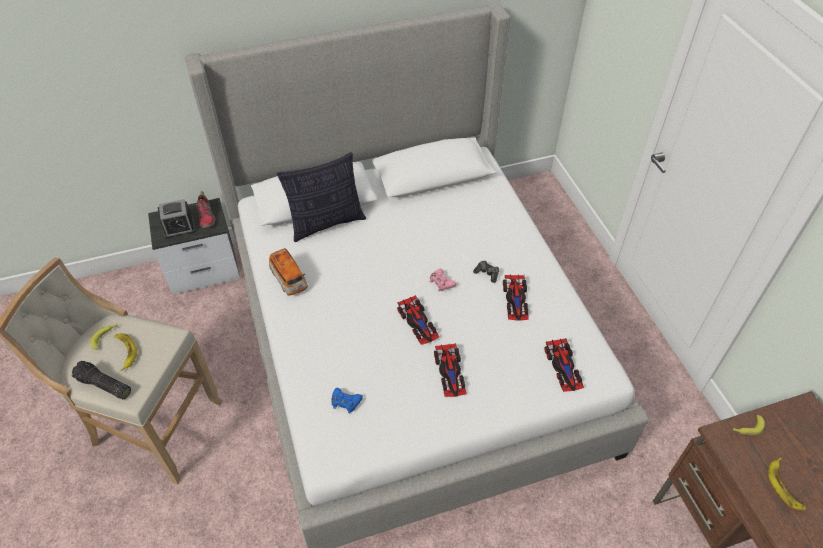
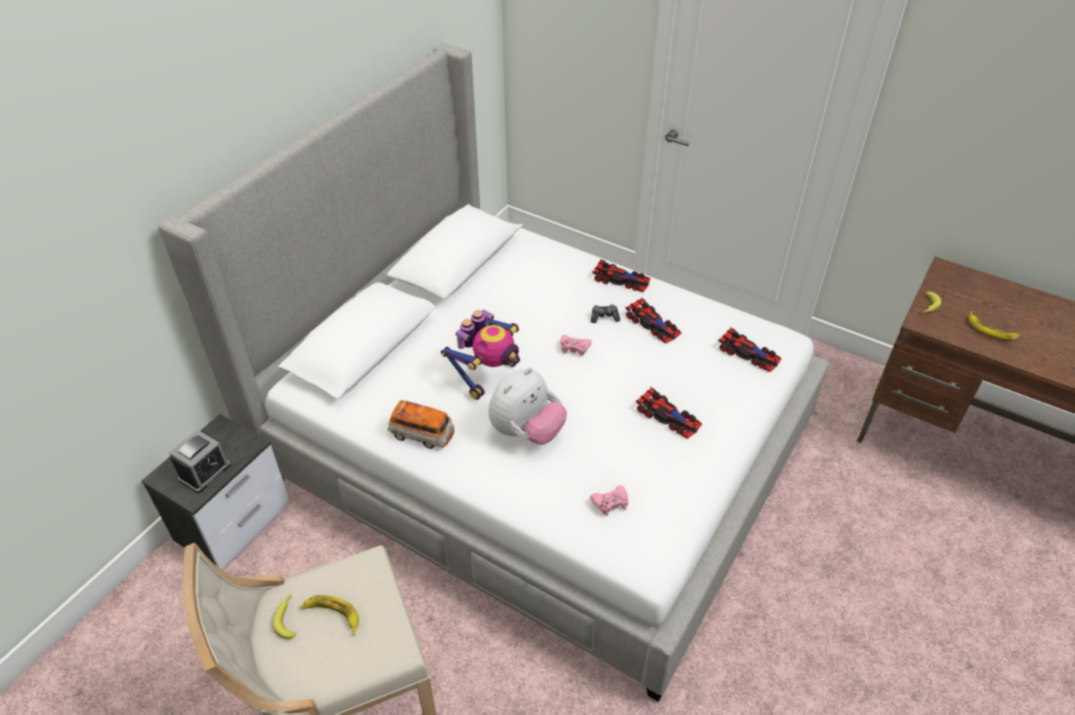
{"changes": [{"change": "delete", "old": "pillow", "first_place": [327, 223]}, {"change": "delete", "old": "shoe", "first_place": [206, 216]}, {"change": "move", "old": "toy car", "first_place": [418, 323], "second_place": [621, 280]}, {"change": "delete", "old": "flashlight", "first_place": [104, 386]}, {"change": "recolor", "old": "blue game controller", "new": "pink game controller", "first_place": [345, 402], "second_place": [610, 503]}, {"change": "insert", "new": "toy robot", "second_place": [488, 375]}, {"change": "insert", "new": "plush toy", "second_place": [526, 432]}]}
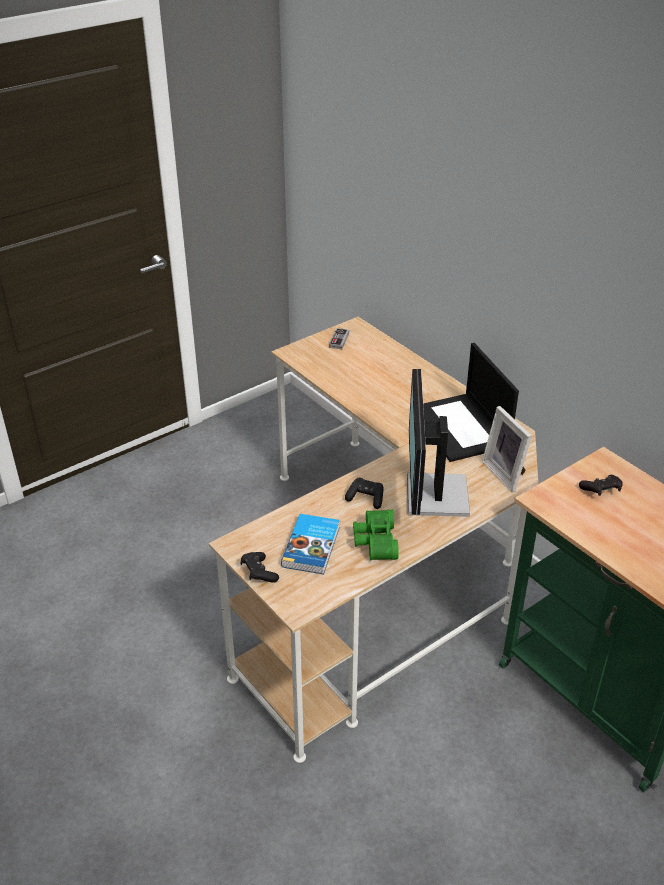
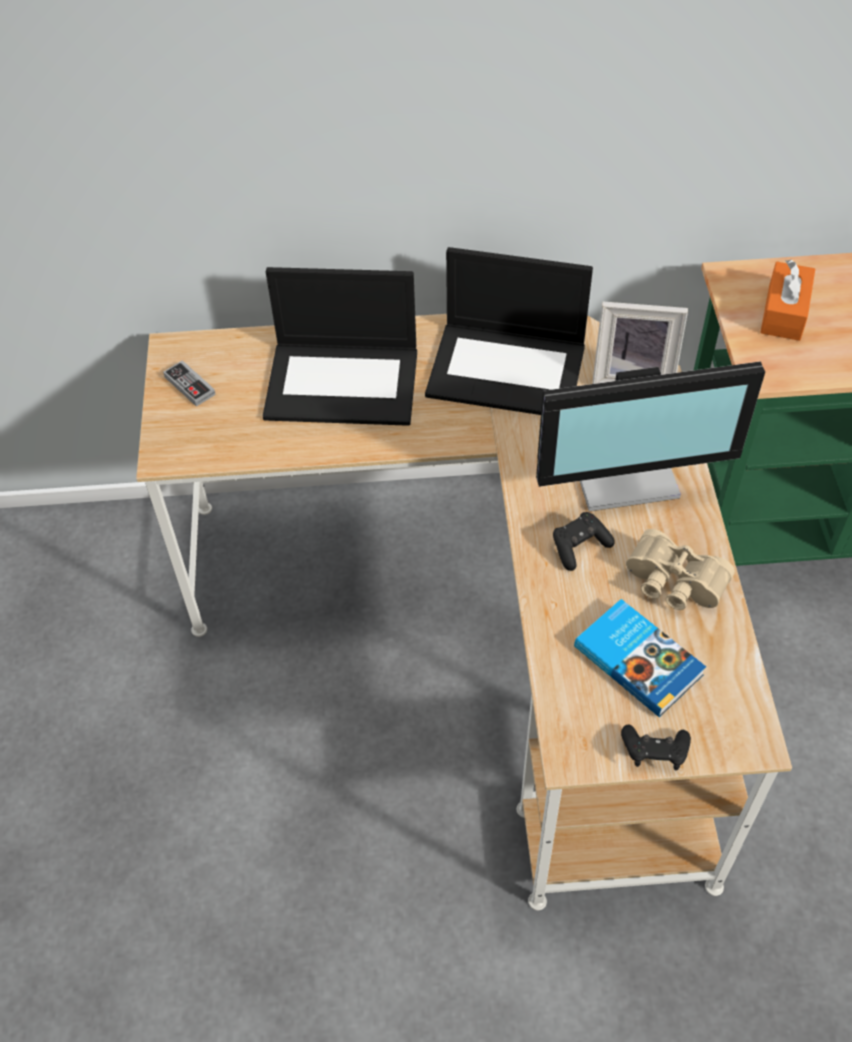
{"changes": [{"change": "rotate", "old": "monitor", "first_place": [433, 496], "second_place": [625, 473], "degrees": -45}, {"change": "replace", "old": "black game controller", "new": "orange tissue box", "first_place": [601, 491], "second_place": [784, 312]}, {"change": "recolor", "old": "green binoculars", "new": "beige binoculars", "first_place": [374, 541], "second_place": [673, 584]}, {"change": "insert", "new": "laptop", "second_place": [344, 382]}]}
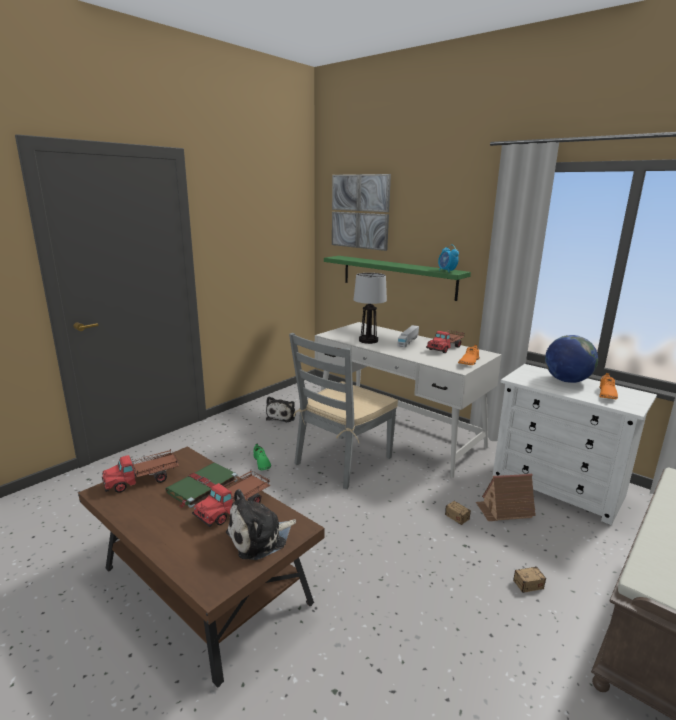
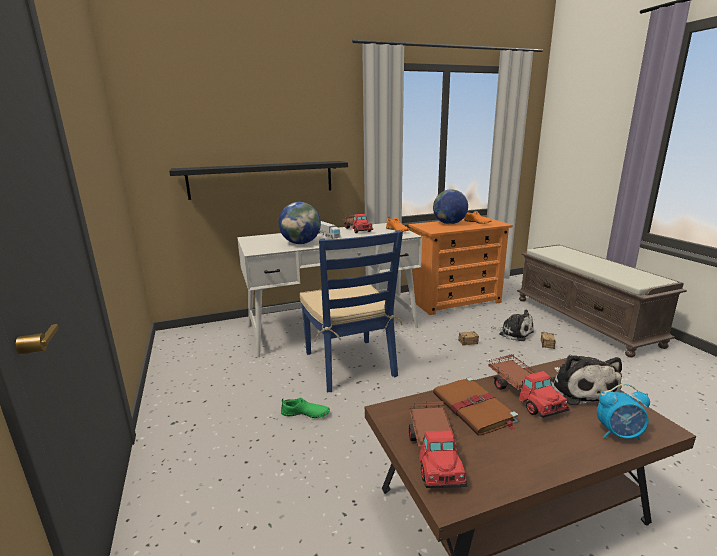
{"changes": [{"change": "delete", "old": "picture", "first_place": [360, 211]}, {"change": "move", "old": "alarm clock", "first_place": [447, 271], "second_place": [618, 434]}, {"change": "recolor", "old": "green shelf", "new": "black shelf", "first_place": [397, 277], "second_place": [262, 179]}, {"change": "replace", "old": "table lamp", "new": "globe", "first_place": [368, 340], "second_place": [301, 243]}, {"change": "recolor", "old": "grey chair", "new": "blue chair", "first_place": [343, 461], "second_place": [350, 364]}, {"change": "recolor", "old": "white dresser", "new": "orange dresser", "first_place": [558, 487], "second_place": [455, 301]}, {"change": "move", "old": "plush toy", "first_place": [282, 416], "second_place": [514, 333]}, {"change": "recolor", "old": "green book", "new": "brown book", "first_place": [202, 487], "second_place": [474, 408]}, {"change": "delete", "old": "toy house", "first_place": [504, 510]}]}
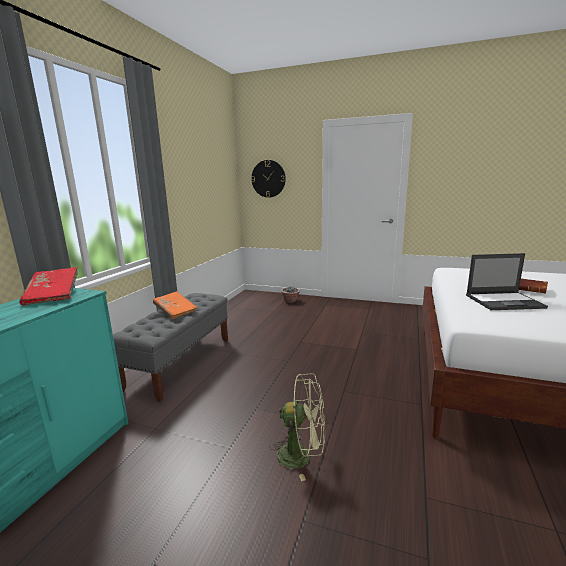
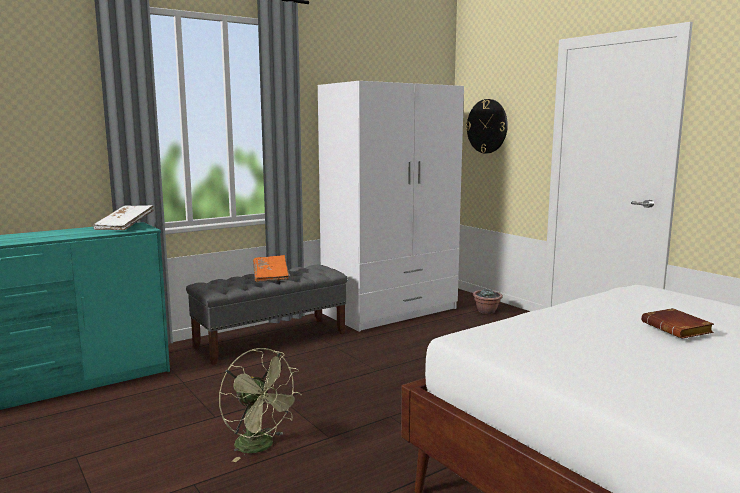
{"changes": [{"change": "delete", "old": "laptop", "first_place": [505, 301]}, {"change": "recolor", "old": "red book", "new": "white book", "first_place": [53, 295], "second_place": [125, 227]}, {"change": "insert", "new": "white wardrobe", "second_place": [391, 311]}]}
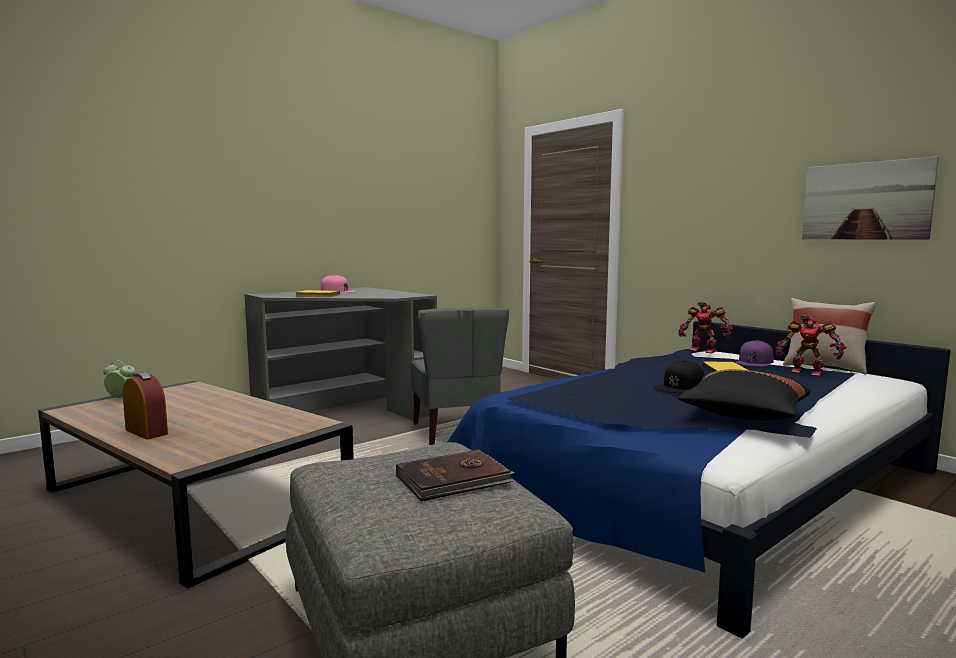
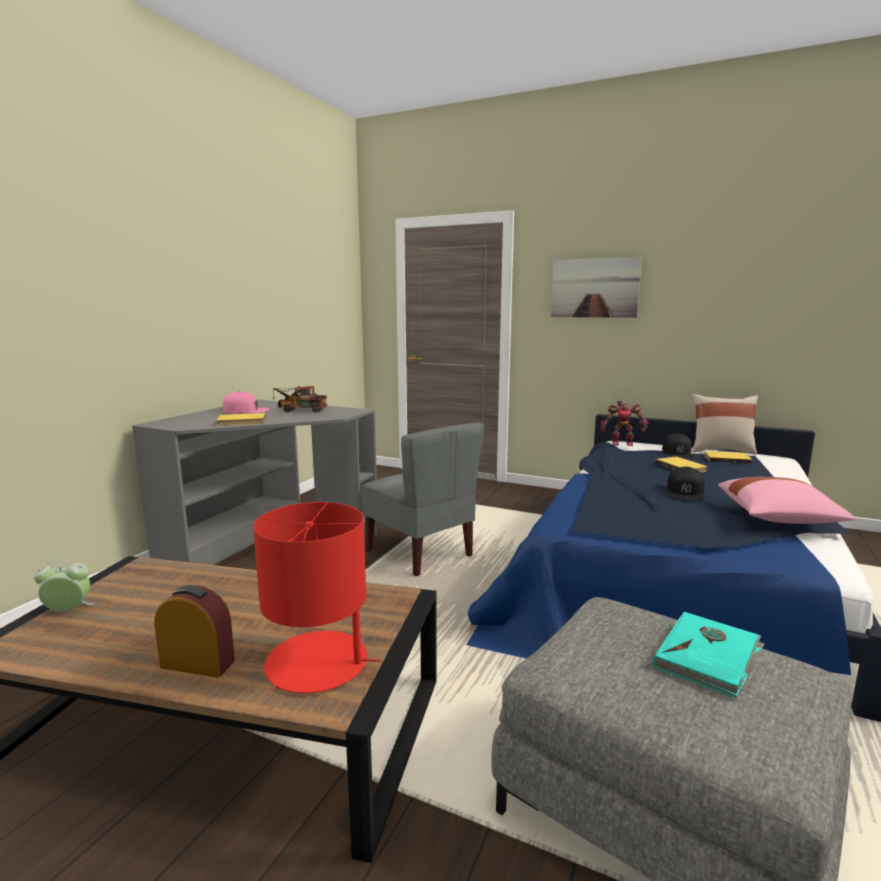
{"changes": [{"change": "move", "old": "picture", "first_place": [865, 201], "second_place": [594, 288]}, {"change": "replace", "old": "toy robot", "new": "yellow book", "first_place": [807, 372], "second_place": [726, 459]}, {"change": "recolor", "old": "purple cap", "new": "black cap", "first_place": [754, 362], "second_place": [677, 452]}, {"change": "recolor", "old": "black pillow", "new": "pink pillow", "first_place": [743, 416], "second_place": [778, 518]}, {"change": "recolor", "old": "brown book", "new": "turquoise book", "first_place": [454, 480], "second_place": [709, 656]}, {"change": "insert", "new": "toy truck", "second_place": [299, 410]}, {"change": "insert", "new": "red table lamp", "second_place": [318, 663]}]}
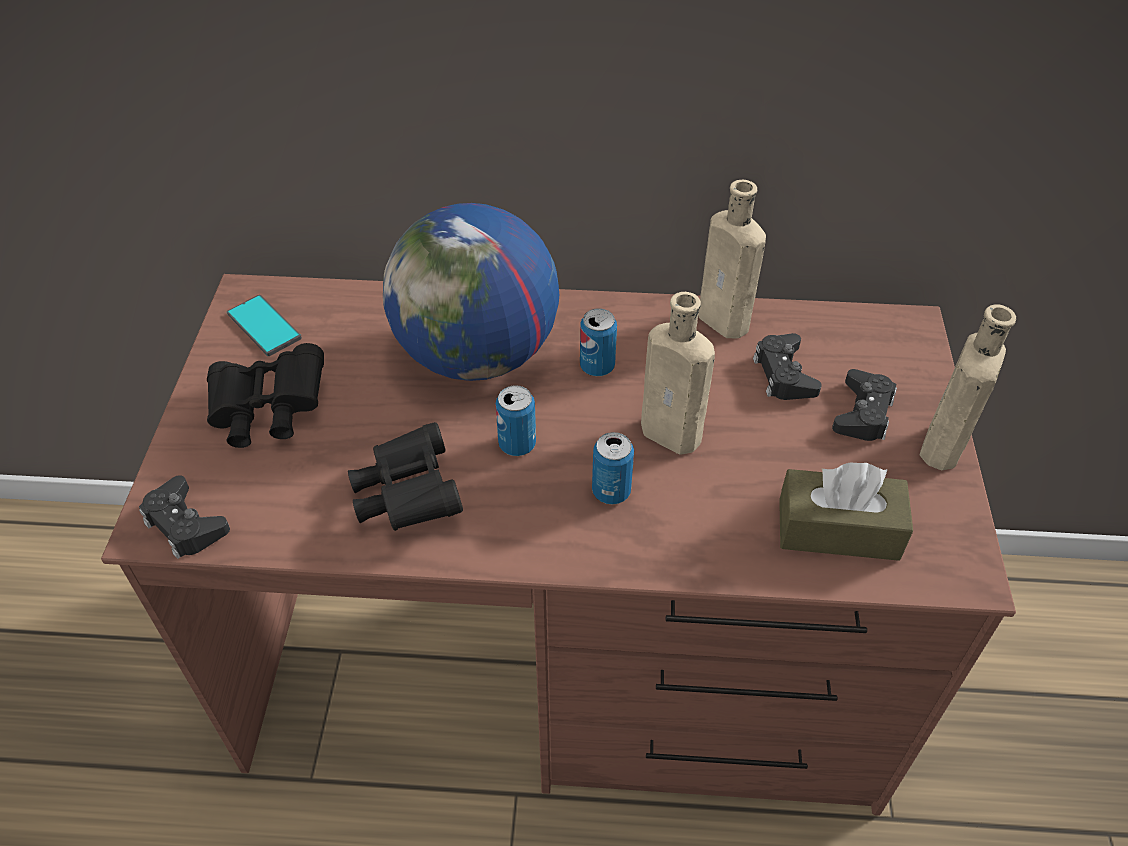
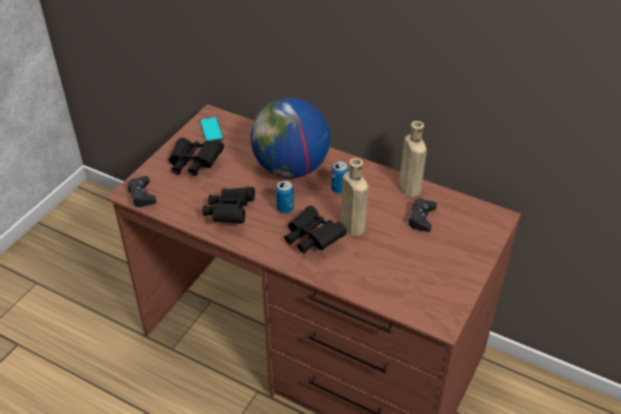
{"changes": [{"change": "delete", "old": "beige bottle", "first_place": [941, 449]}, {"change": "delete", "old": "black game controller", "first_place": [863, 413]}, {"change": "replace", "old": "can", "new": "black binoculars", "first_place": [611, 491], "second_place": [312, 239]}, {"change": "delete", "old": "brown tissue box", "first_place": [838, 529]}]}
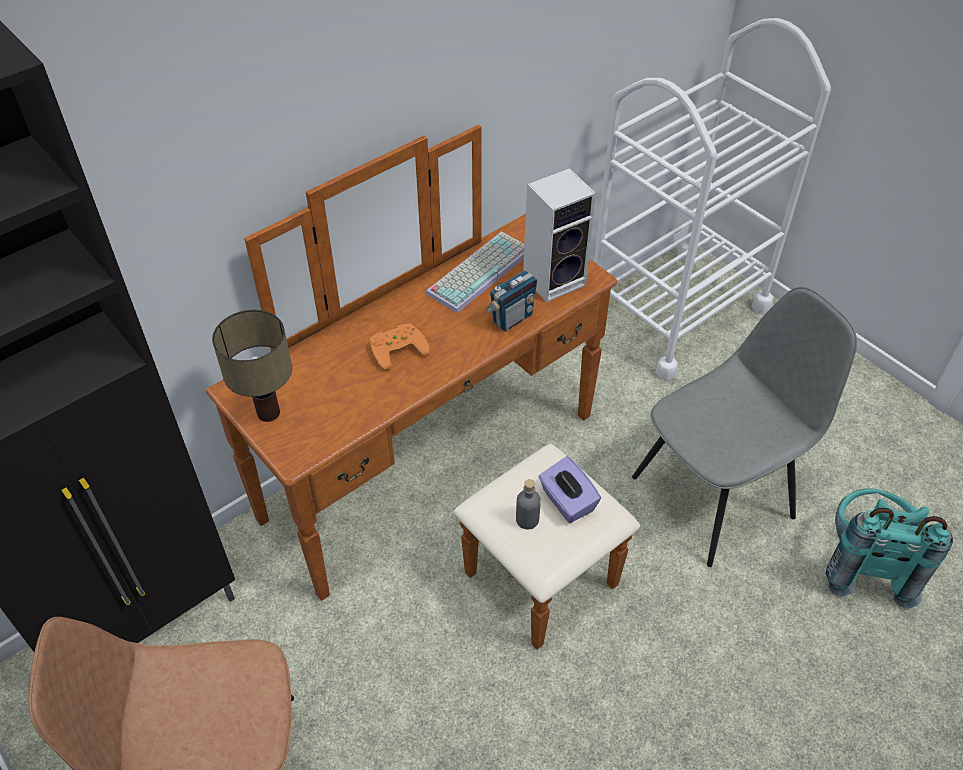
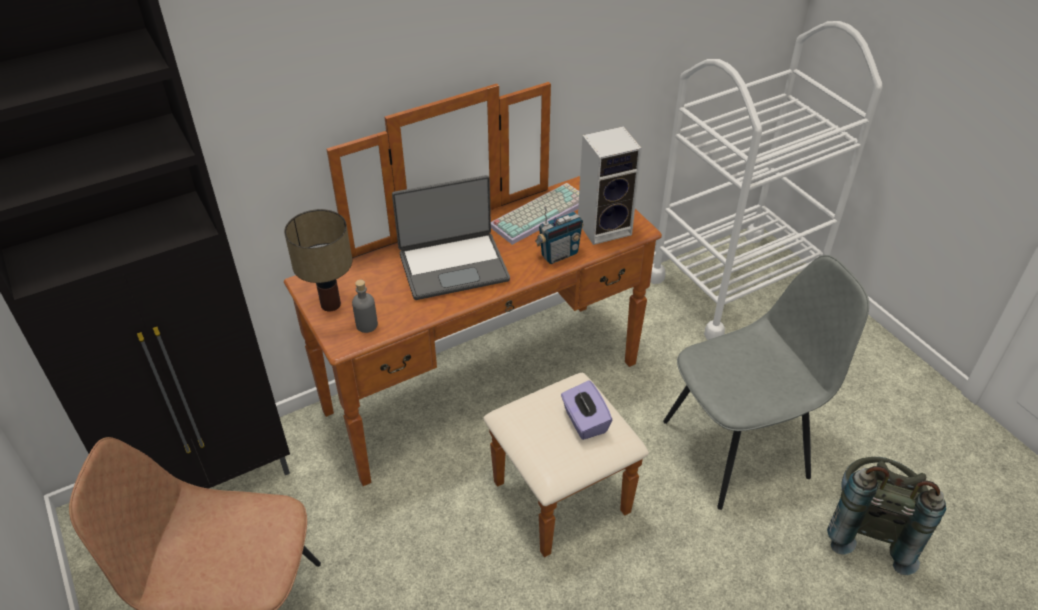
{"changes": [{"change": "replace", "old": "orange game controller", "new": "laptop", "first_place": [397, 347], "second_place": [453, 265]}, {"change": "move", "old": "grey bottle", "first_place": [527, 519], "second_place": [367, 325]}, {"change": "recolor", "old": "turquoise backpack", "new": "grey backpack", "first_place": [864, 564], "second_place": [869, 529]}]}
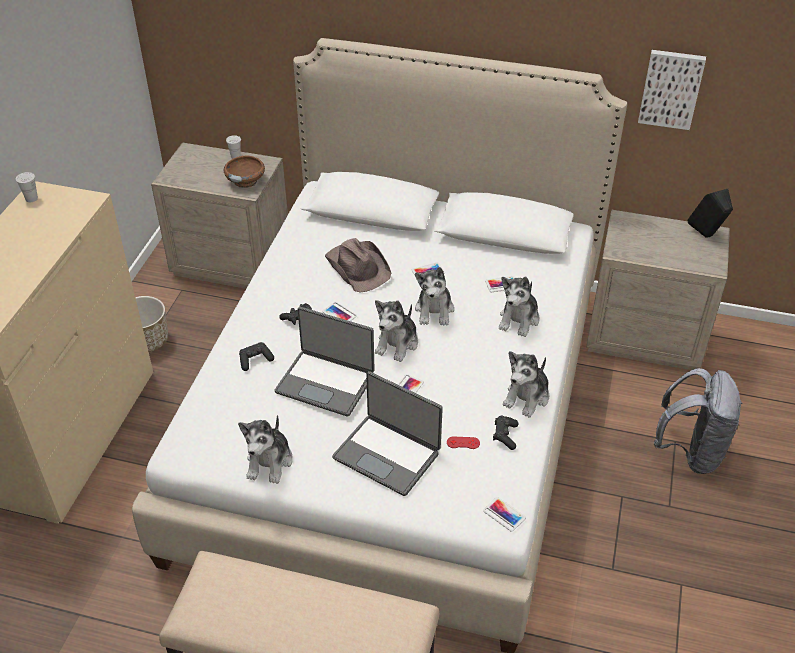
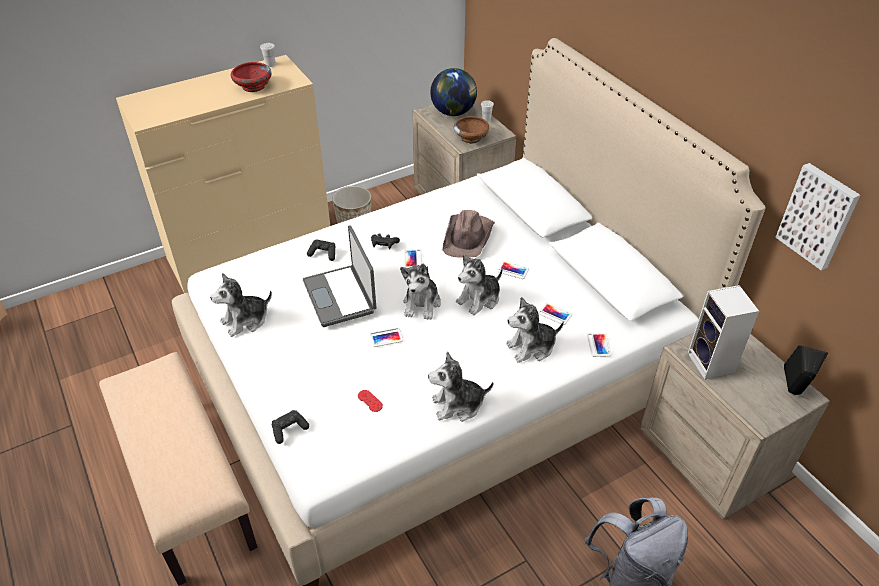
{"changes": [{"change": "rotate", "old": "plush toy", "first_place": [397, 343], "second_place": [422, 304], "degrees": -60}, {"change": "delete", "old": "laptop", "first_place": [387, 454]}, {"change": "move", "old": "black game controller", "first_place": [505, 436], "second_place": [289, 430]}, {"change": "move", "old": "phone", "first_place": [504, 514], "second_place": [599, 345]}, {"change": "insert", "new": "red bowl", "second_place": [253, 86]}, {"change": "insert", "new": "globe", "second_place": [453, 112]}, {"change": "insert", "new": "speaker", "second_place": [712, 364]}]}
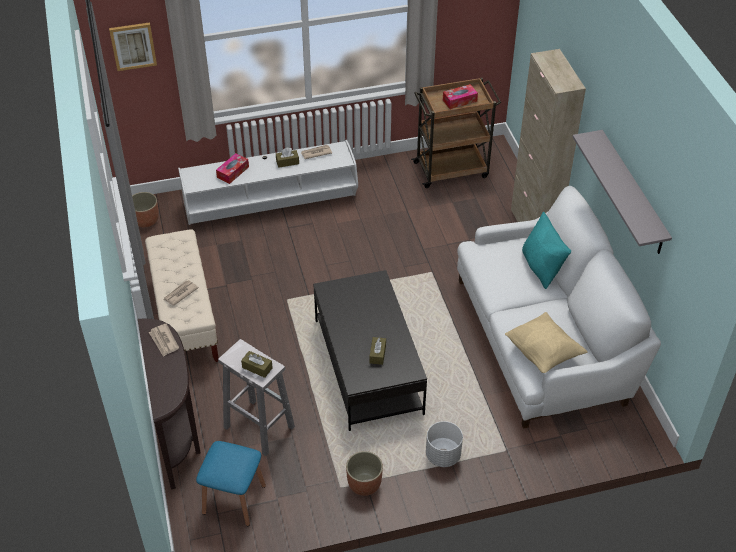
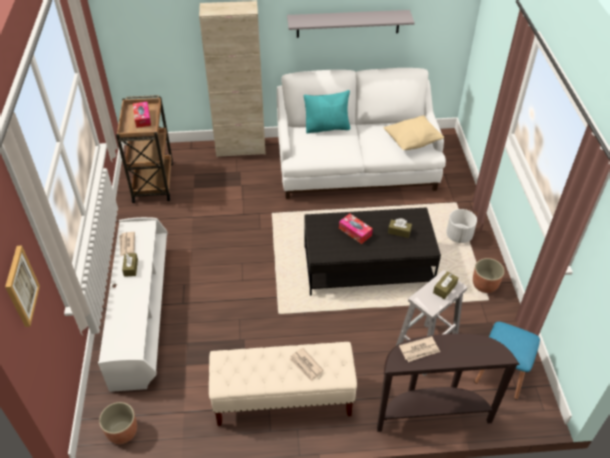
{"changes": [{"change": "move", "old": "tissue box", "first_place": [233, 172], "second_place": [355, 232]}]}
